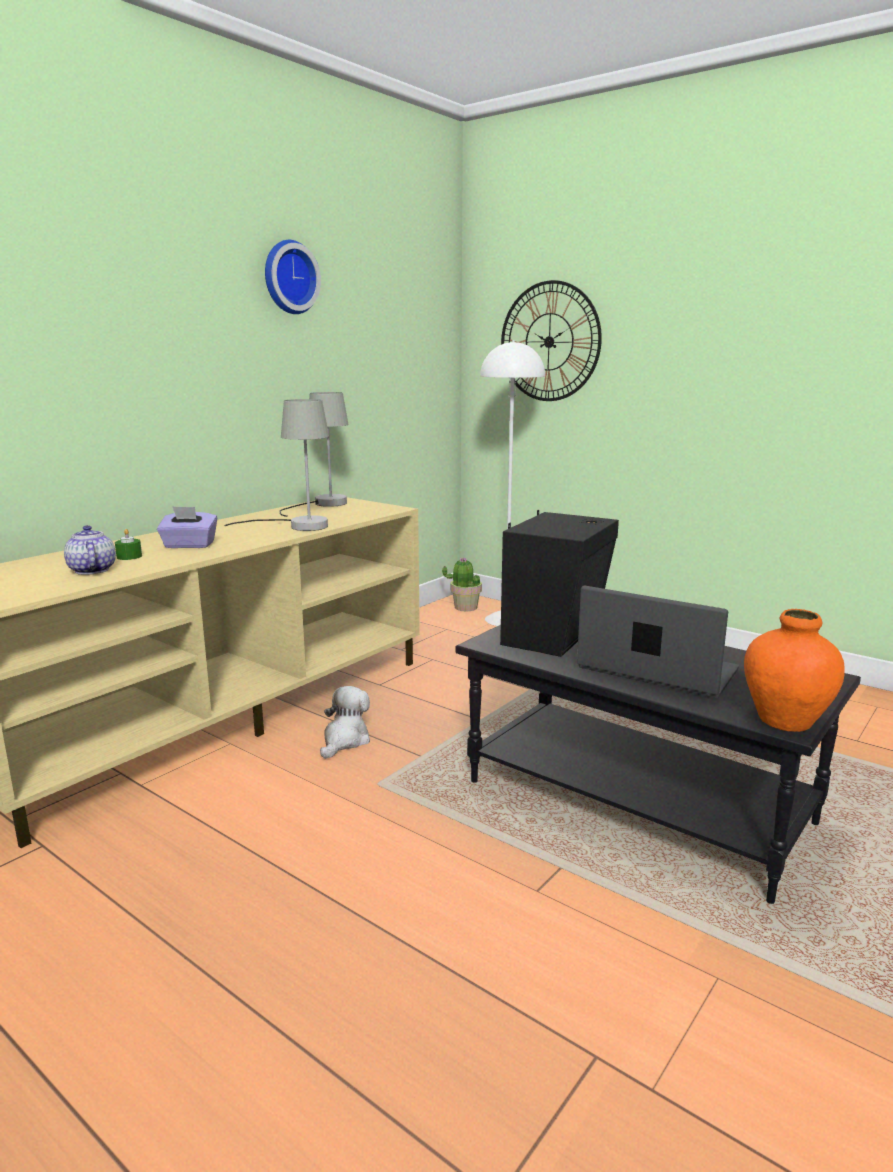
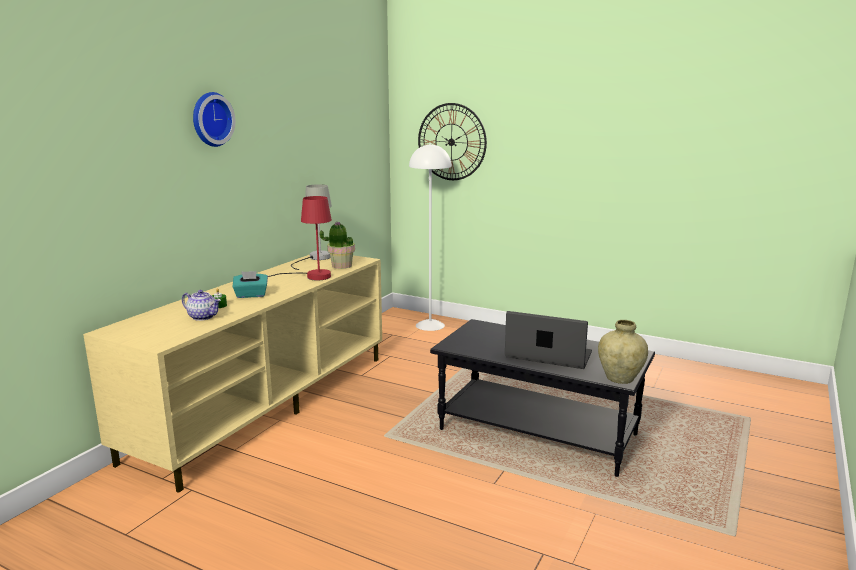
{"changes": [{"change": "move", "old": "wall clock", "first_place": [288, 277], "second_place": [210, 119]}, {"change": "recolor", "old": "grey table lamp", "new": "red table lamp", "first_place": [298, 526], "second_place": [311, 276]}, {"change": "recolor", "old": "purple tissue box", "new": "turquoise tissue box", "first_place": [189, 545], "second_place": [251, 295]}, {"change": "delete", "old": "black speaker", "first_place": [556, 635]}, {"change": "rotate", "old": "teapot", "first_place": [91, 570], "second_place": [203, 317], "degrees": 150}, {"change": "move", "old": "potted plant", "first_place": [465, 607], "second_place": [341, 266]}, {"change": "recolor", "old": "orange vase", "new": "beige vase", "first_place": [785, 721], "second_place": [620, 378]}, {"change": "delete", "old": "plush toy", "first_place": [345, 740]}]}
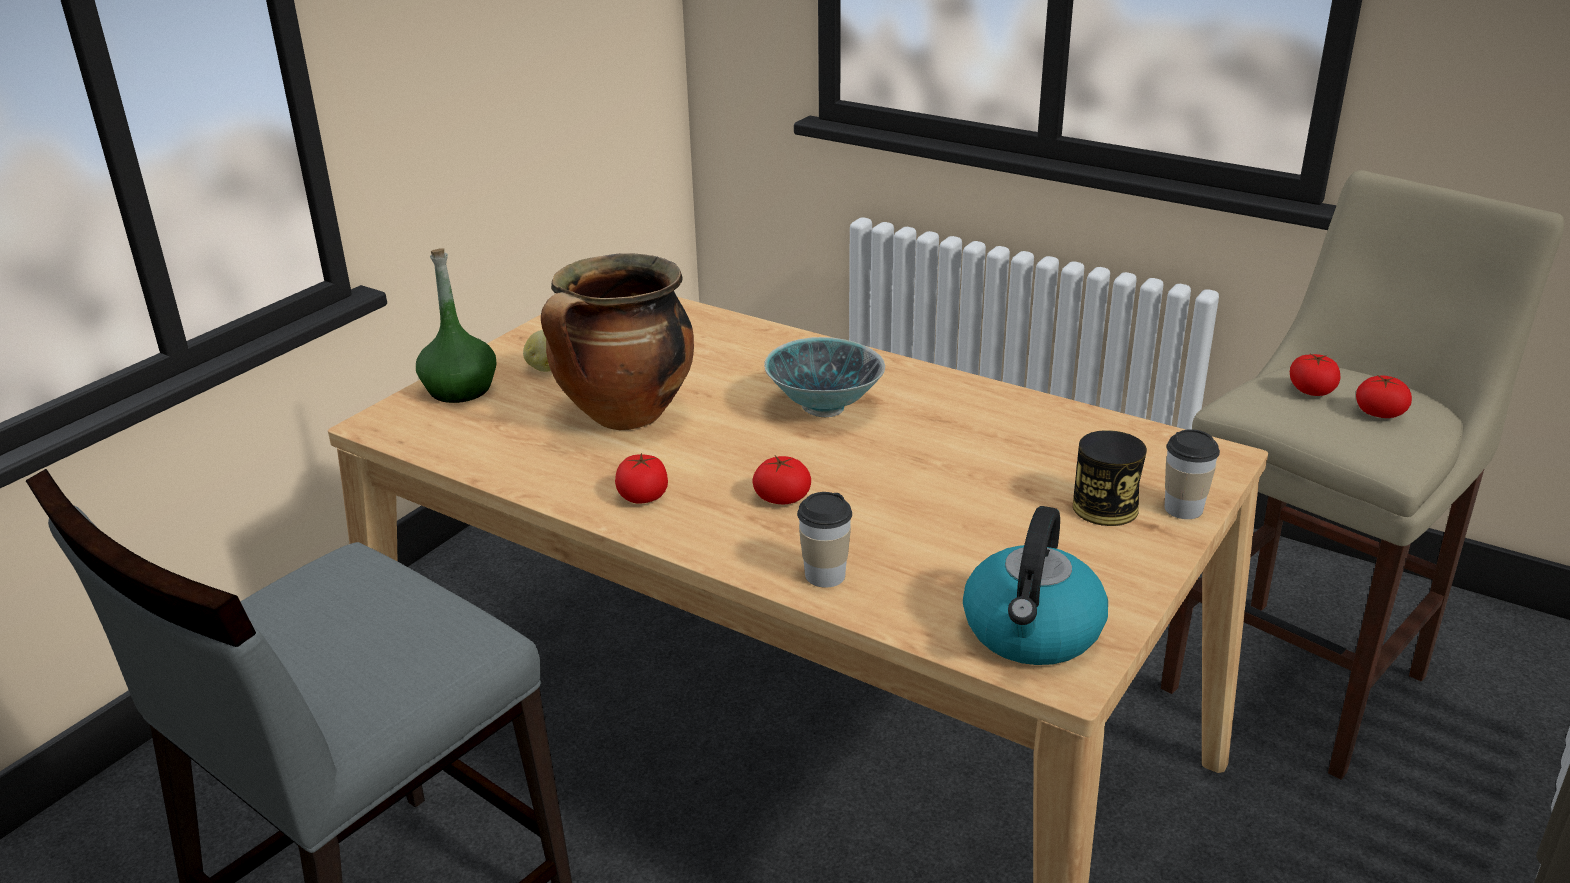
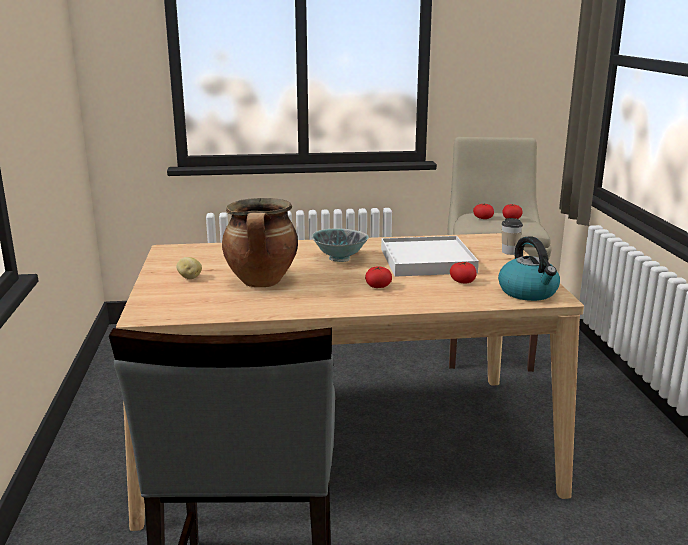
{"changes": [{"change": "delete", "old": "green bottle", "first_place": [459, 389]}, {"change": "delete", "old": "can", "first_place": [1105, 507]}, {"change": "move", "old": "tomato", "first_place": [643, 495], "second_place": [462, 281]}, {"change": "delete", "old": "cup", "first_place": [825, 575]}, {"change": "insert", "new": "white tray", "second_place": [426, 261]}]}
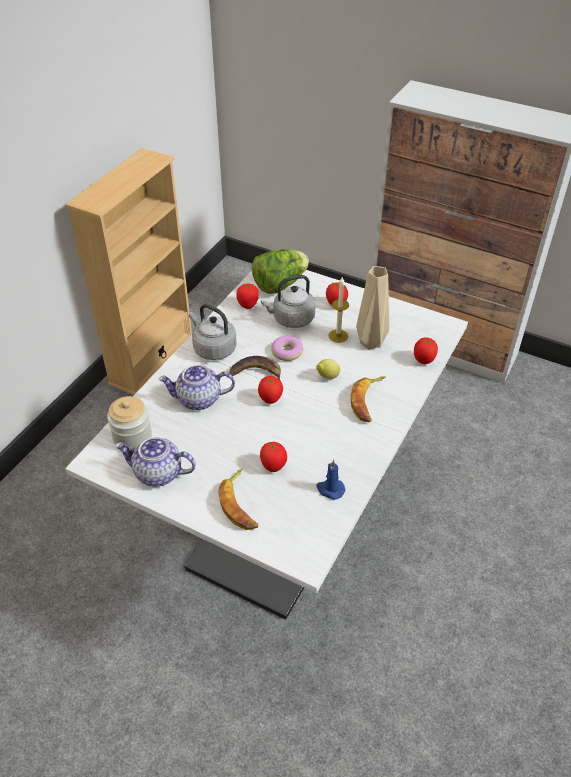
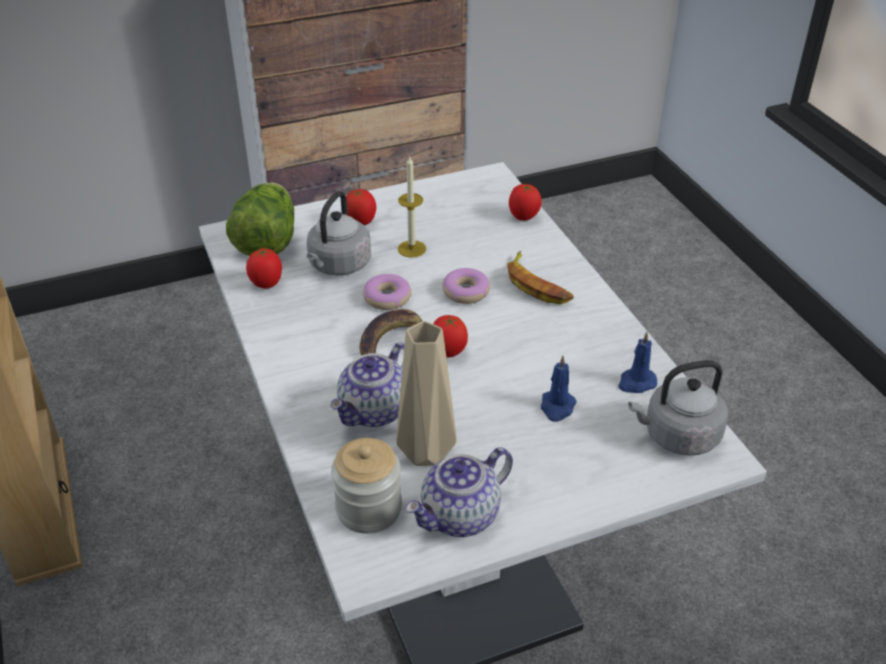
{"changes": [{"change": "move", "old": "beige vase", "first_place": [372, 342], "second_place": [427, 452]}, {"change": "move", "old": "grey kettle", "first_place": [213, 348], "second_place": [677, 436]}, {"change": "replace", "old": "lemon", "new": "donut", "first_place": [327, 377], "second_place": [465, 292]}, {"change": "replace", "old": "tomato", "new": "blue candle", "first_place": [273, 466], "second_place": [557, 407]}, {"change": "delete", "old": "banana", "first_place": [240, 504]}]}
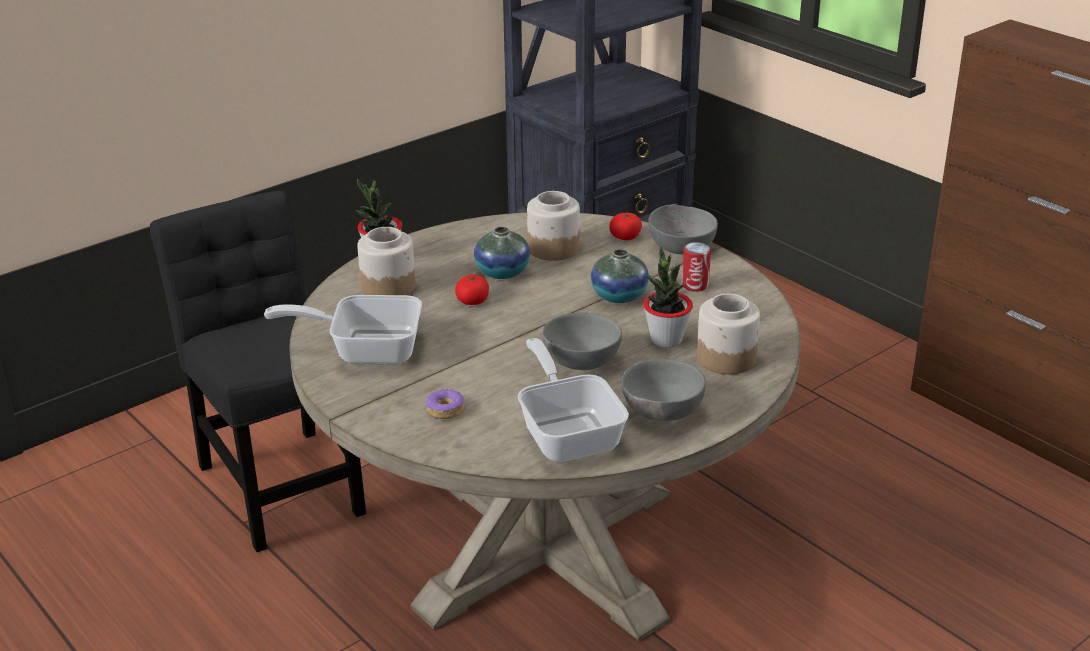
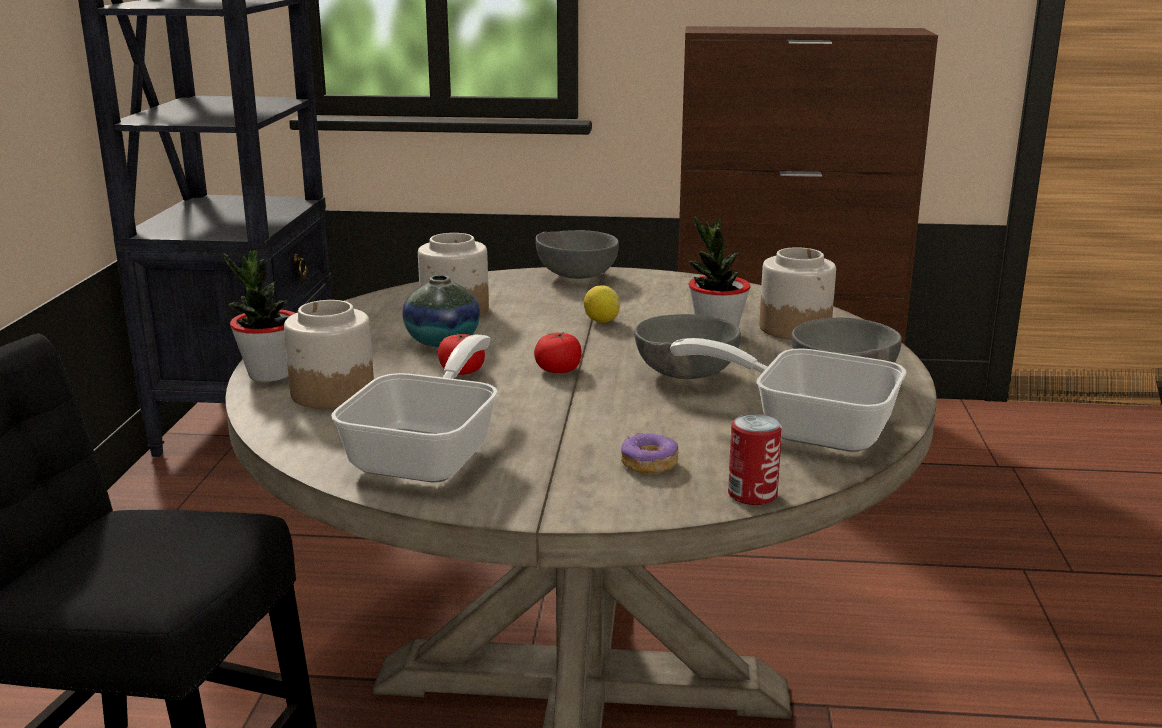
{"changes": [{"change": "move", "old": "tomato", "first_place": [625, 236], "second_place": [558, 369]}, {"change": "move", "old": "can", "first_place": [695, 285], "second_place": [752, 494]}, {"change": "replace", "old": "vase", "new": "lemon", "first_place": [619, 296], "second_place": [601, 321]}, {"change": "rotate", "old": "frying pan", "first_place": [365, 349], "second_place": [431, 452], "degrees": 150}]}
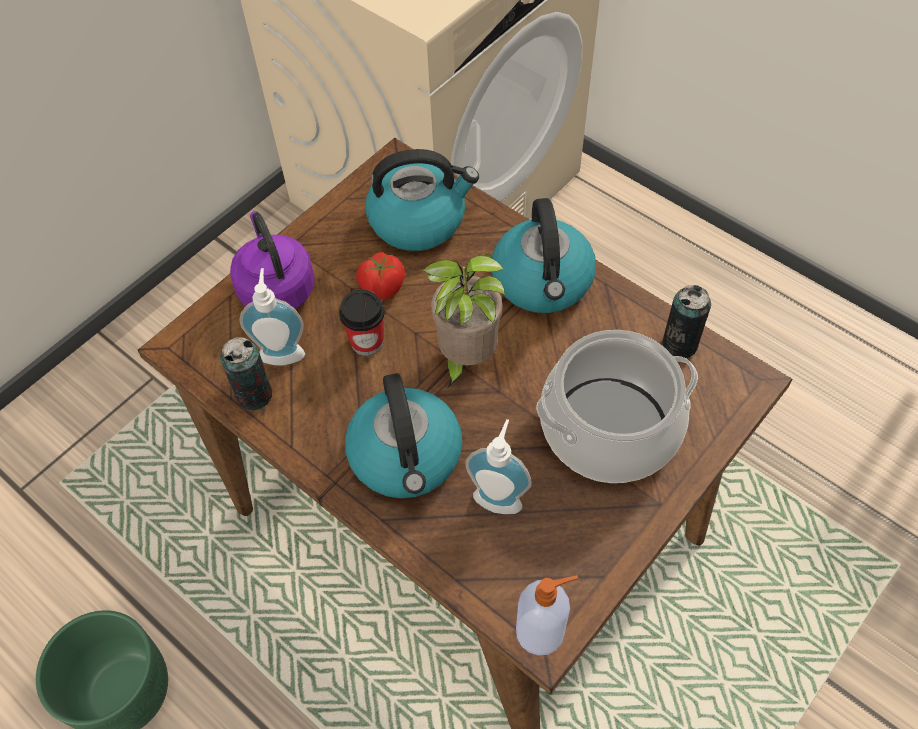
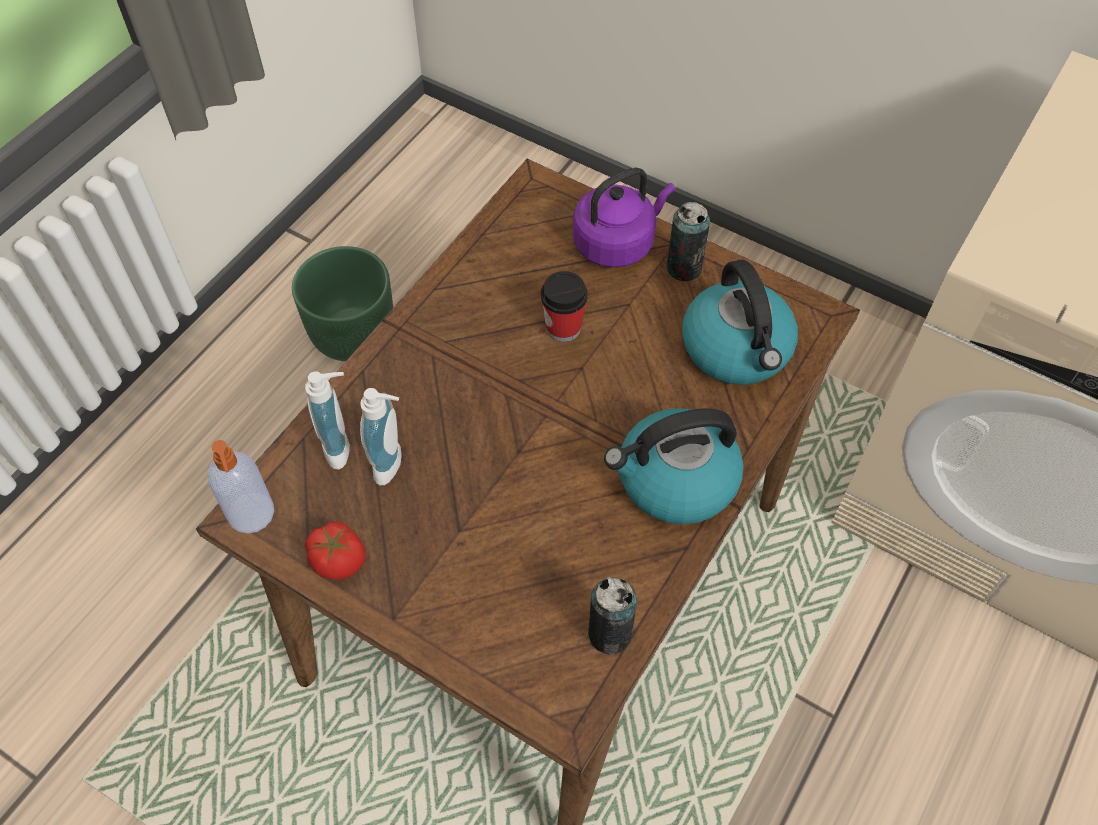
{"changes": [{"change": "move", "old": "tomato", "first_place": [382, 288], "second_place": [339, 561]}, {"change": "delete", "old": "potted plant", "first_place": [465, 358]}, {"change": "move", "old": "soap dispenser", "first_place": [282, 351], "second_place": [342, 447]}, {"change": "delete", "old": "cooking pot", "first_place": [609, 430]}, {"change": "move", "old": "can", "first_place": [254, 395], "second_place": [683, 268]}, {"change": "delete", "old": "kettle", "first_place": [406, 457]}]}
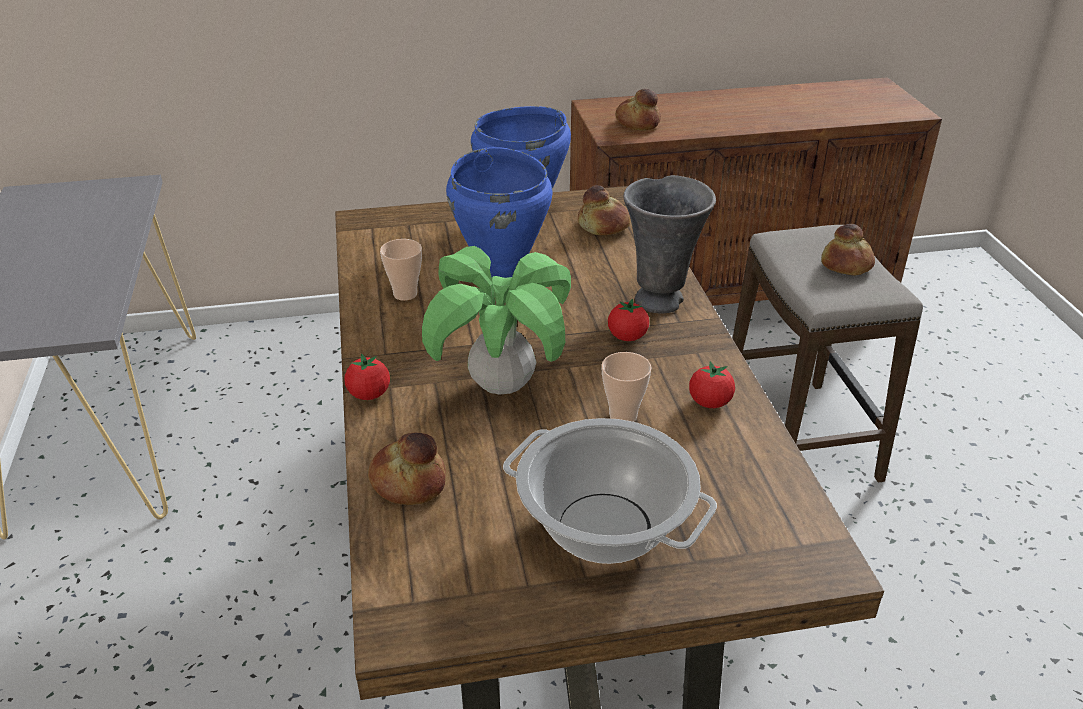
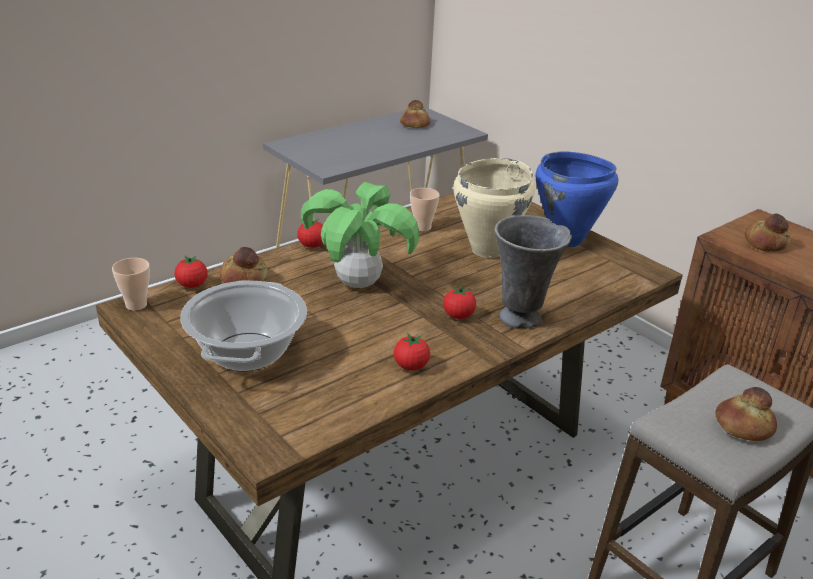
{"changes": [{"change": "recolor", "old": "blue cooking pot", "new": "beige cooking pot", "first_place": [502, 269], "second_place": [488, 250]}, {"change": "move", "old": "bread", "first_place": [603, 226], "second_place": [414, 125]}, {"change": "move", "old": "cup", "first_place": [623, 416], "second_place": [136, 305]}, {"change": "insert", "new": "tomato", "second_place": [192, 285]}]}
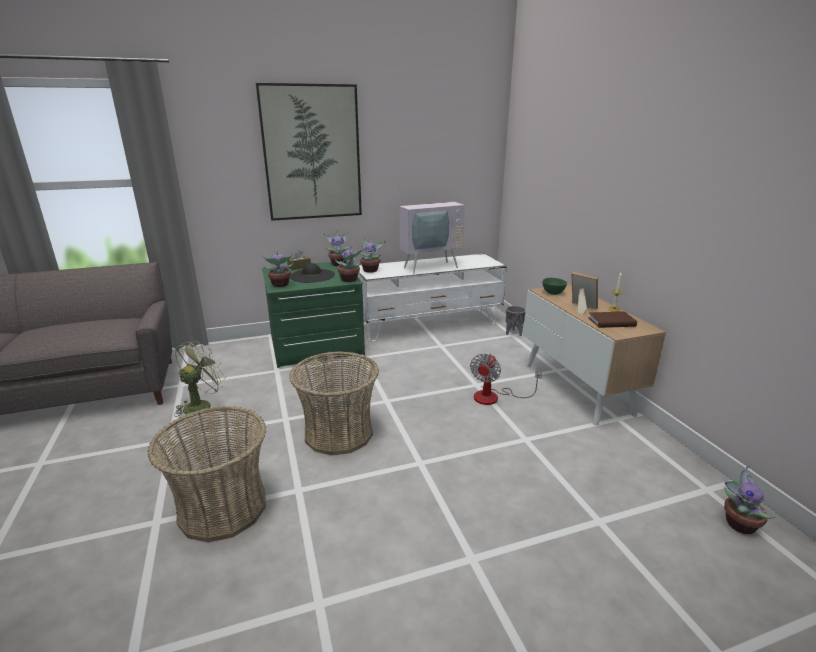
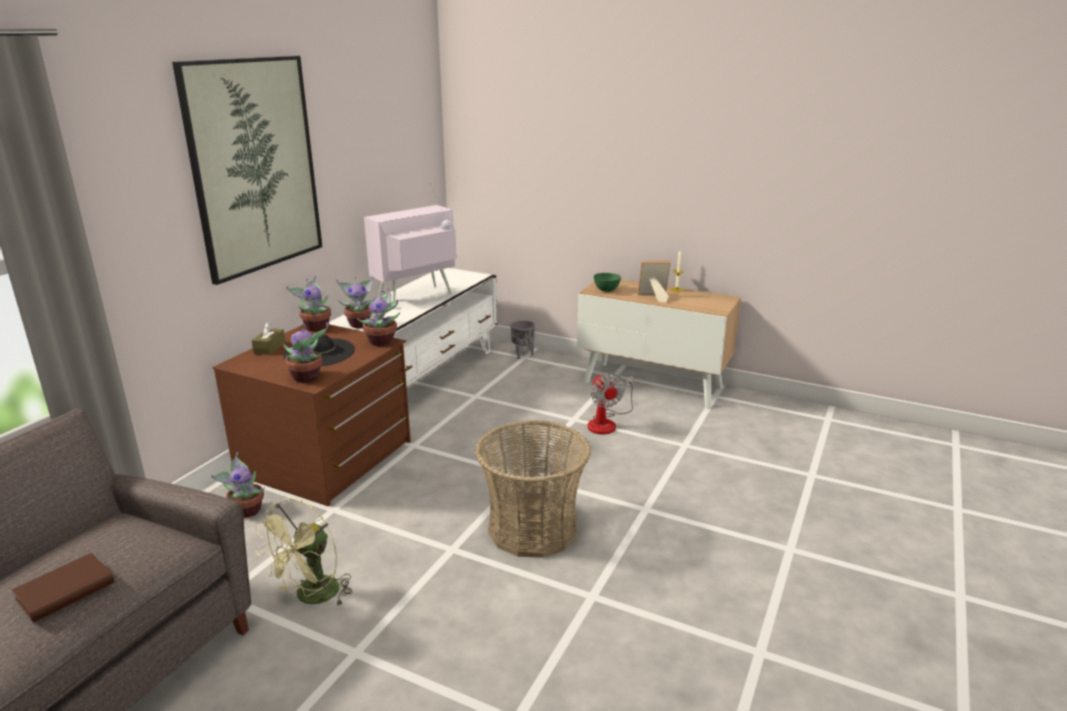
{"changes": [{"change": "rotate", "old": "television", "first_place": [429, 266], "second_place": [418, 299], "degrees": -150}, {"change": "recolor", "old": "green dresser", "new": "brown dresser", "first_place": [316, 345], "second_place": [327, 458]}, {"change": "move", "old": "brown book", "first_place": [611, 322], "second_place": [65, 591]}, {"change": "rotate", "old": "green fan", "first_place": [201, 405], "second_place": [312, 597], "degrees": -135}, {"change": "delete", "old": "basket", "first_place": [223, 508]}, {"change": "move", "old": "potted plant", "first_place": [738, 523], "second_place": [246, 510]}]}
